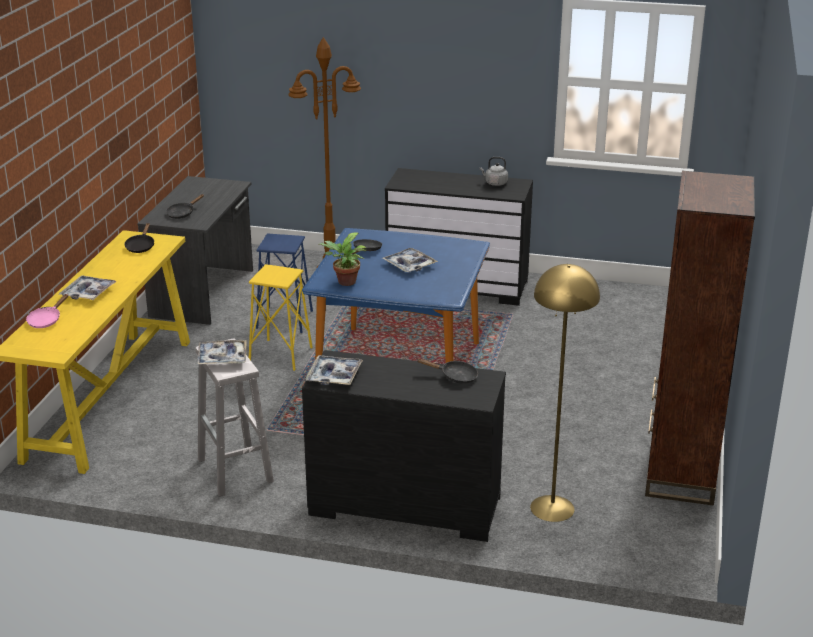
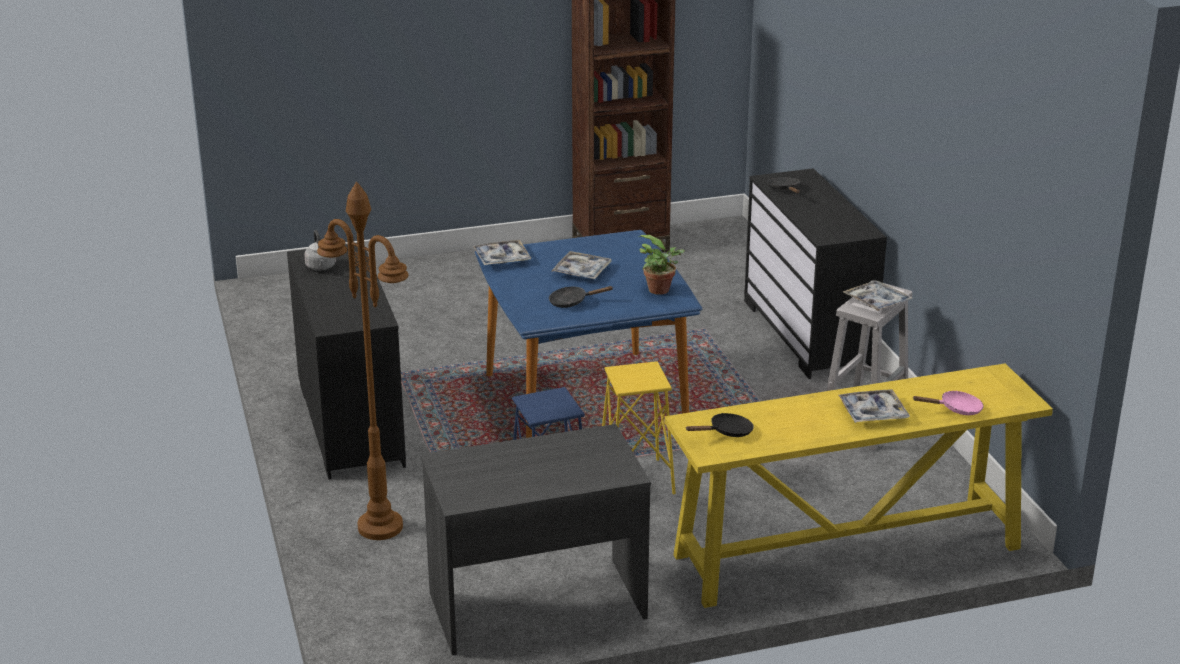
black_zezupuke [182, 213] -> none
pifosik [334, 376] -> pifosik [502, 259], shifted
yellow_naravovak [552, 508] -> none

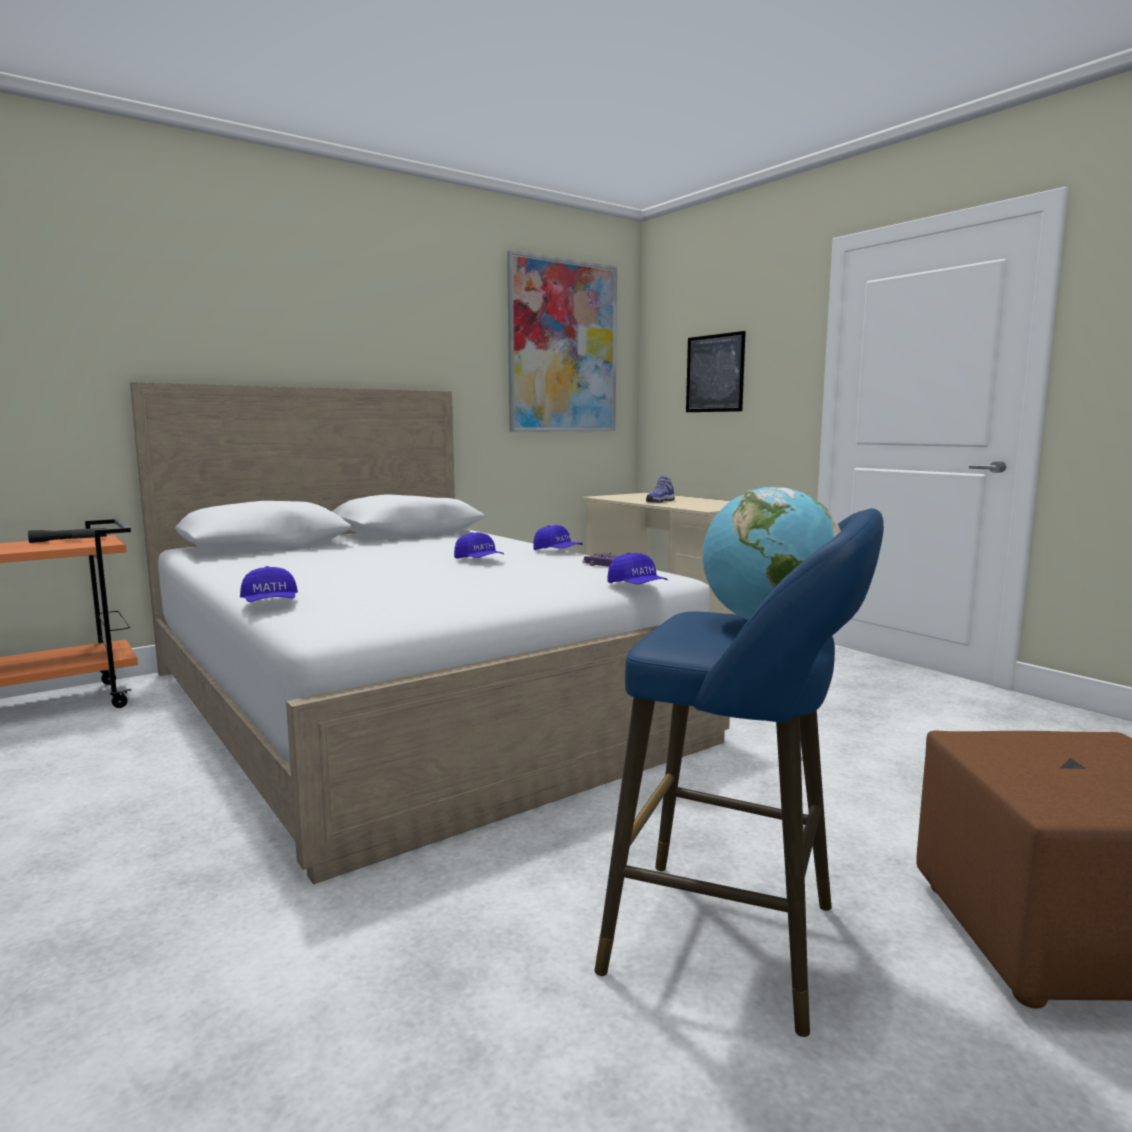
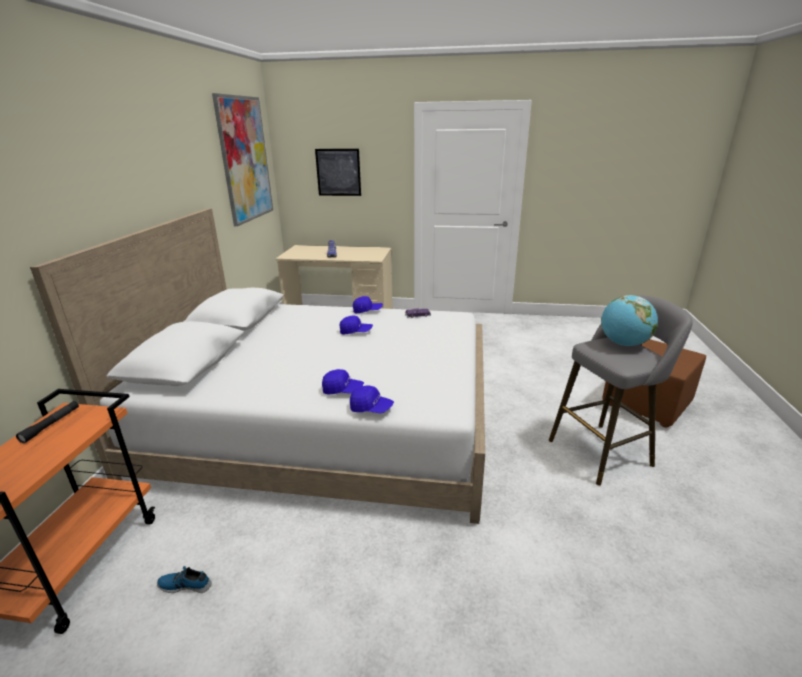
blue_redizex [737, 942] -> grey_redizex [604, 451]
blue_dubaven [637, 587] -> blue_dubaven [343, 390], shifted
none -> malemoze [185, 584]

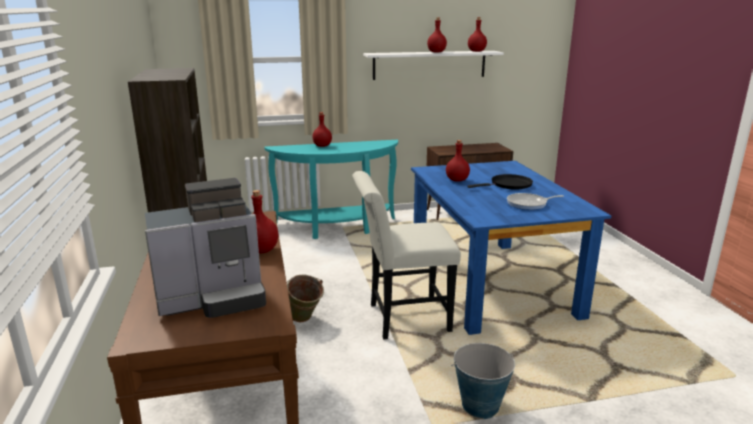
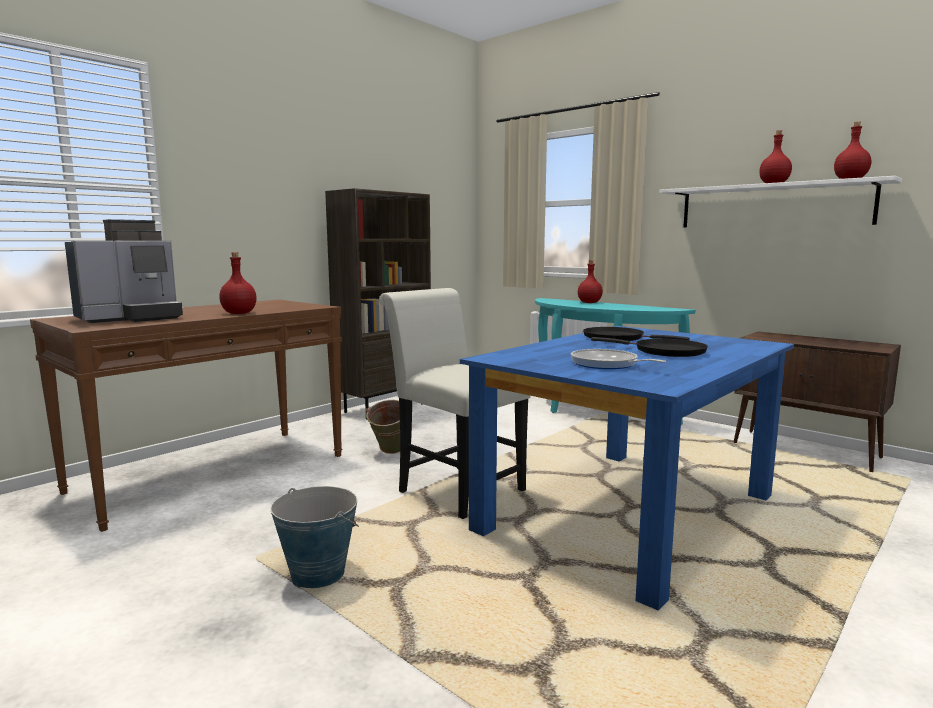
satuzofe [214, 298] -> satuzofe [132, 318], 75 degrees counterclockwise
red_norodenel [456, 180] -> black_zezupuke [617, 338]

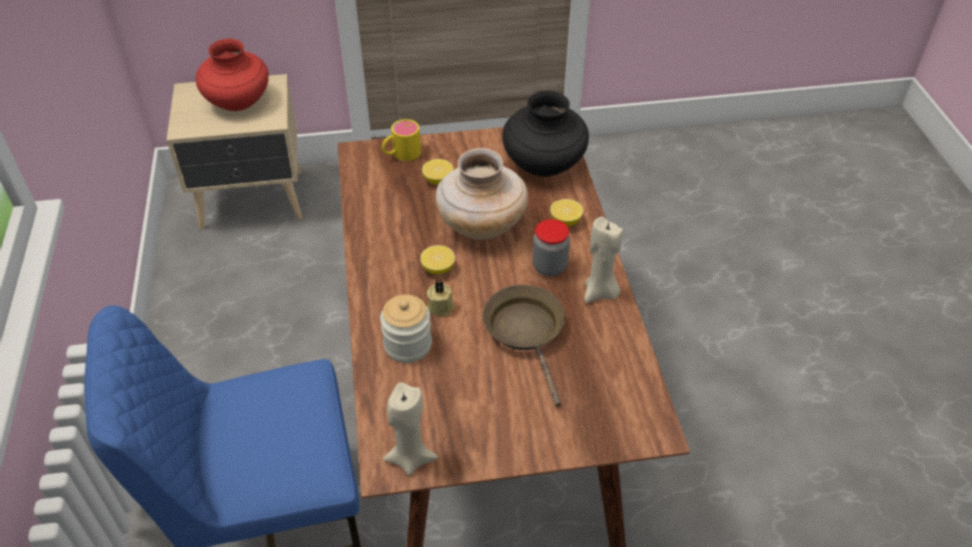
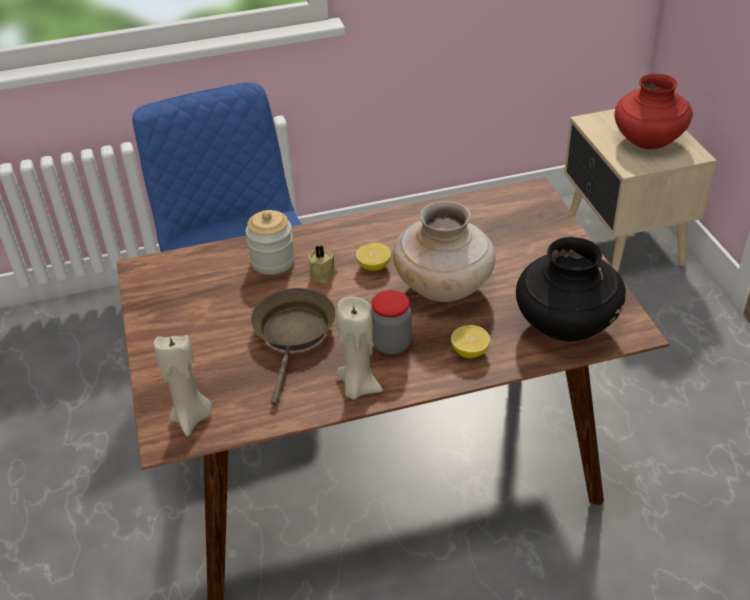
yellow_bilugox [401, 154] -> none
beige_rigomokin [410, 458] -> beige_rigomokin [191, 418], shifted
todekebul [438, 180] -> none
brown_zezupuke [526, 332] -> brown_zezupuke [294, 335], 60 degrees counterclockwise

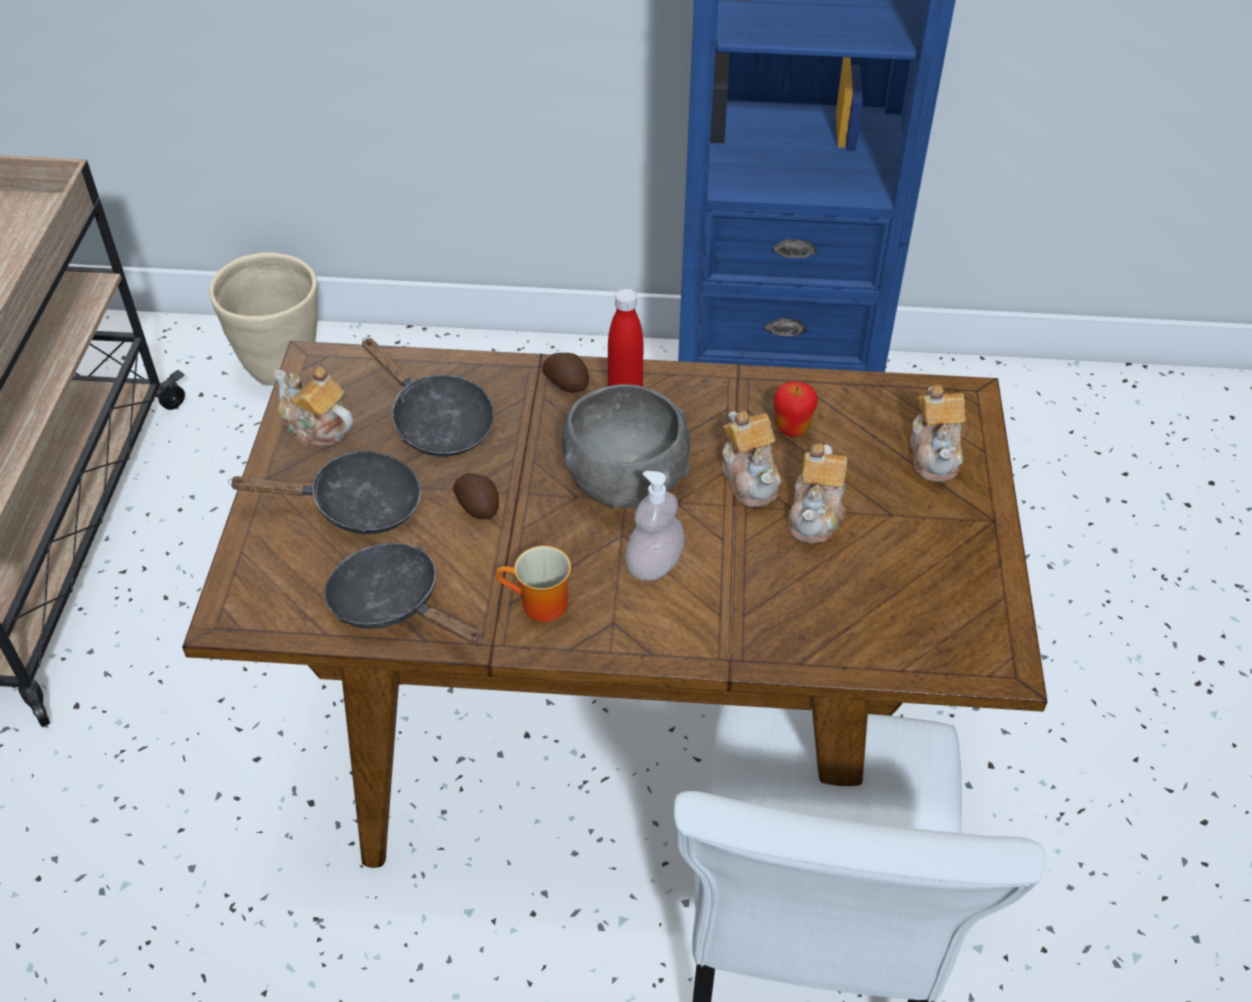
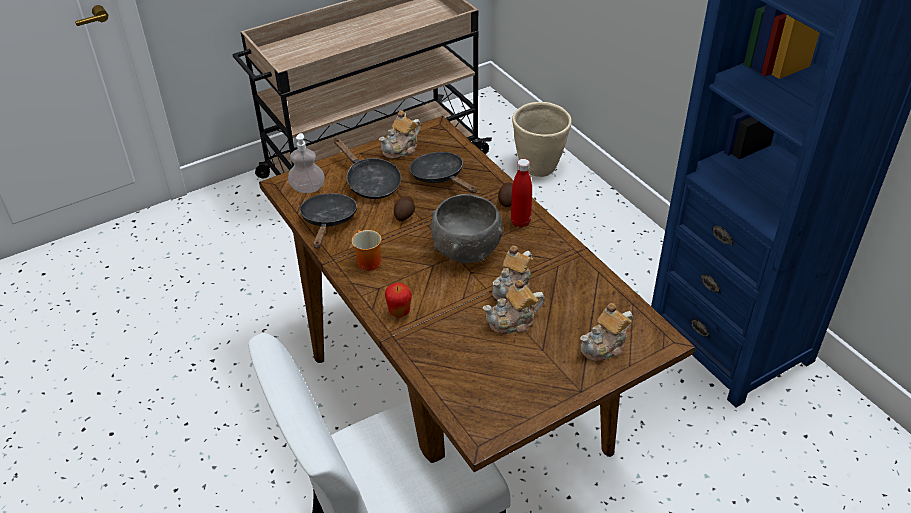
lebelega [316, 427] -> lebelega [401, 149], 135 degrees counterclockwise
black_zezupuke [436, 421] -> black_zezupuke [440, 177], 135 degrees clockwise
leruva [654, 565] -> leruva [307, 188], shifted
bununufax [792, 428] -> bununufax [399, 312], shifted

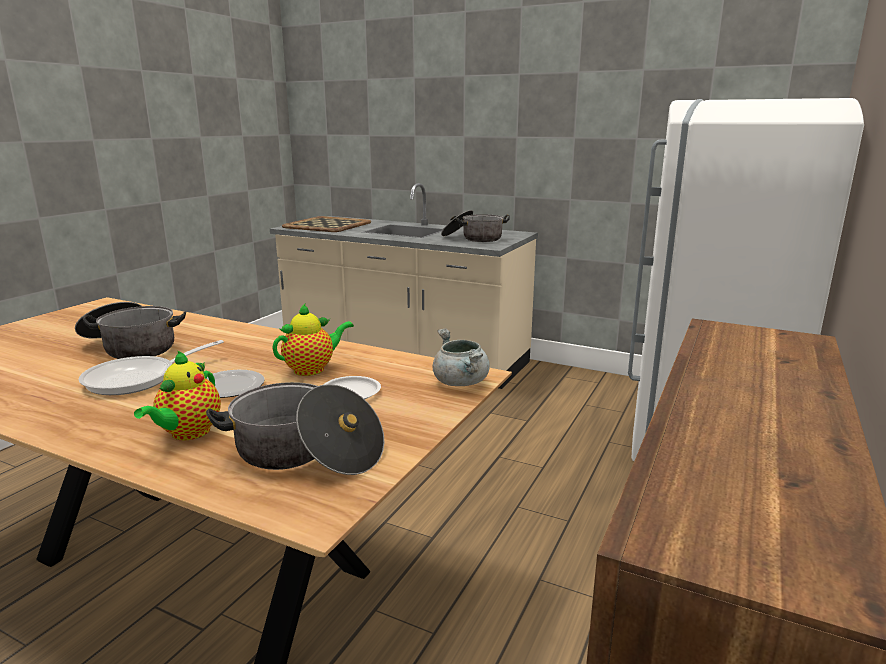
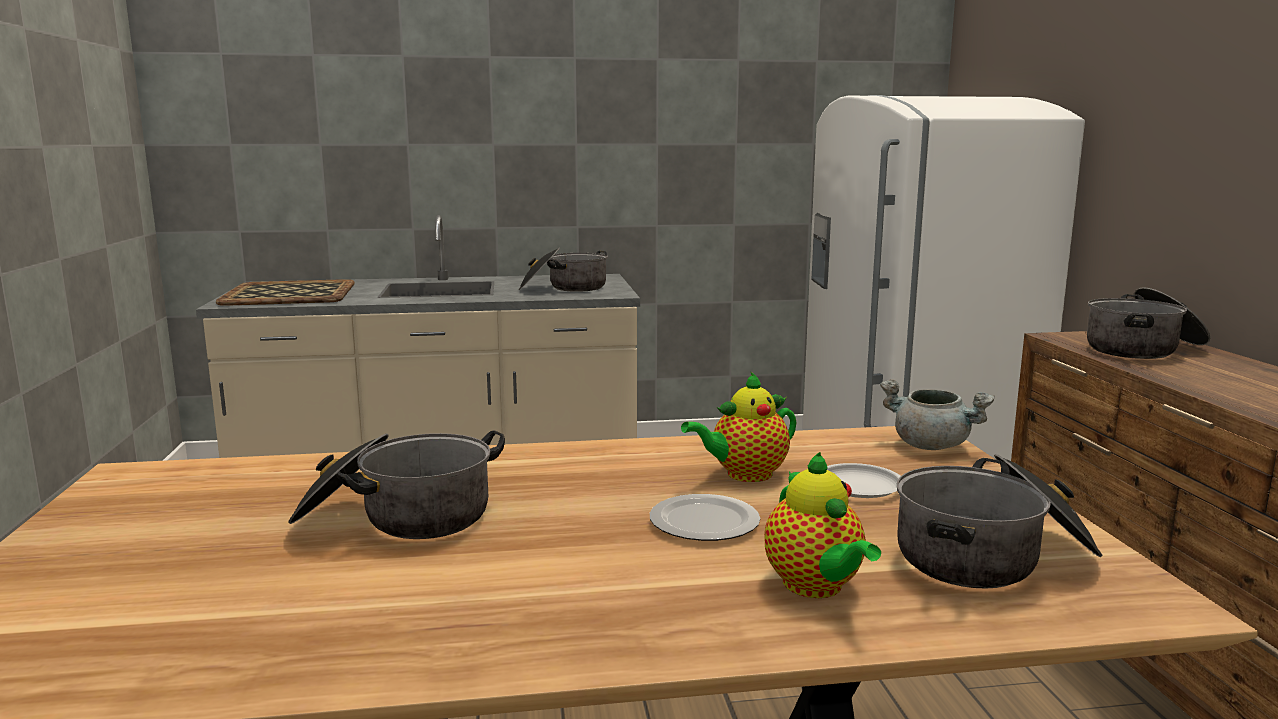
zezupuke [138, 379] -> none
lebelega [312, 369] -> lebelega [744, 475], 135 degrees counterclockwise
none -> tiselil [1144, 349]

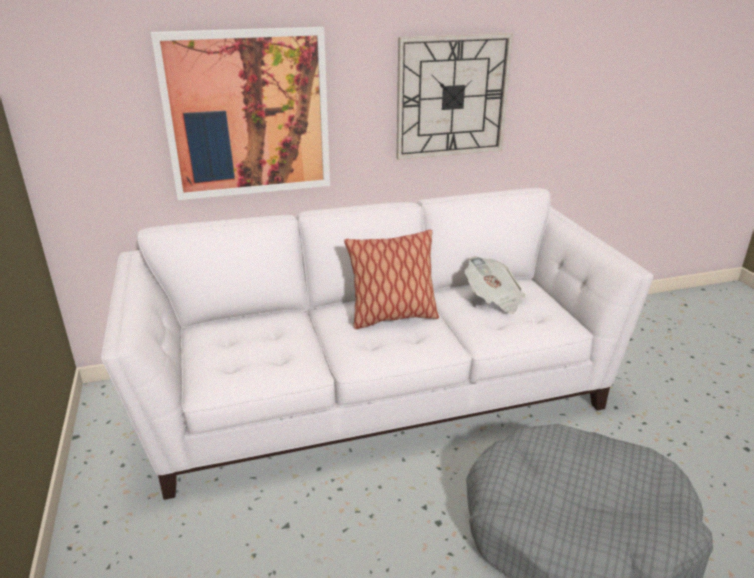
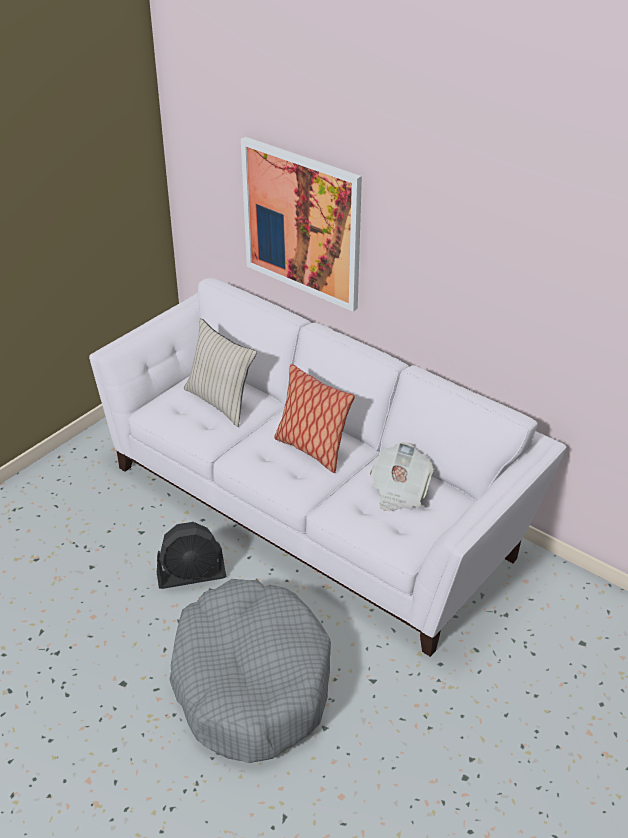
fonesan [452, 97] -> none
none -> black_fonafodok [191, 575]
none -> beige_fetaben [221, 402]

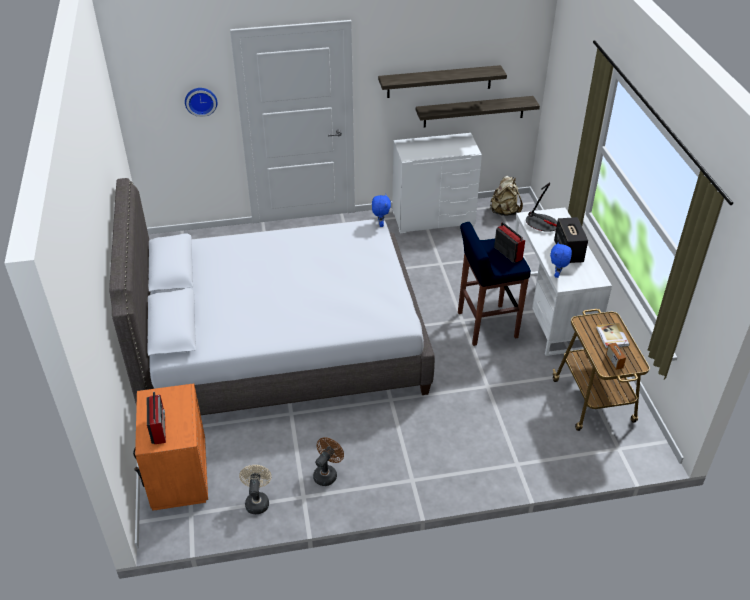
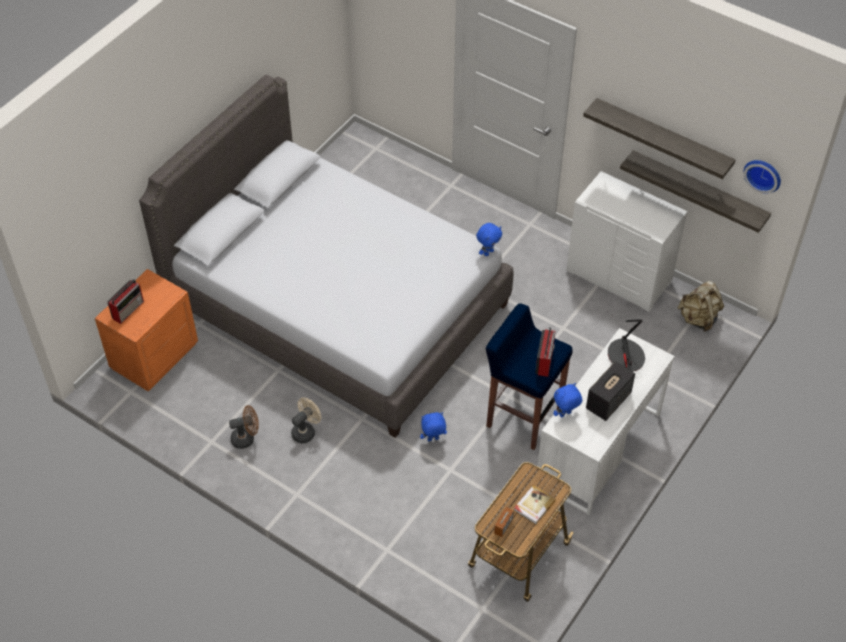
fonesan [201, 101] -> fonesan [763, 174], shifted
beige_fonafodok [257, 501] -> beige_fonafodok [306, 431], shifted
none -> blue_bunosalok [433, 439]

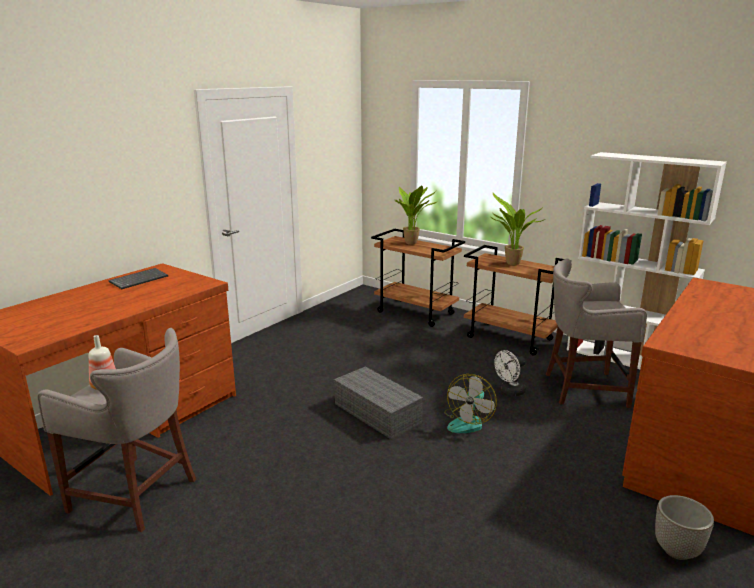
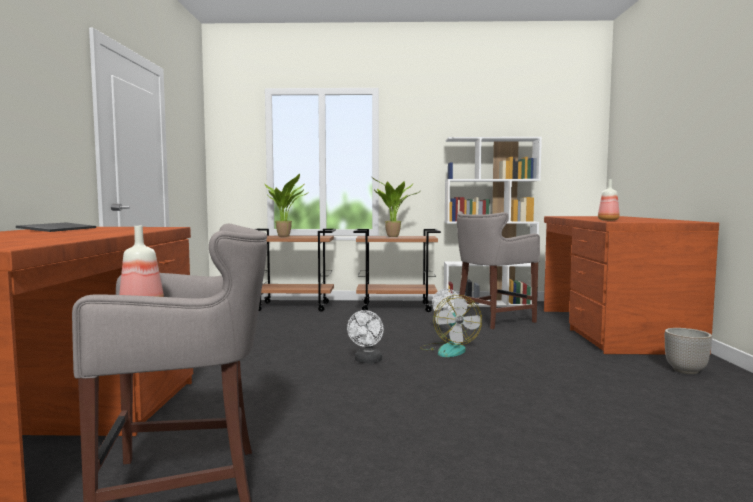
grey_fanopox [378, 413] -> white_fonafodok [367, 361]
none -> norodenel [607, 220]

